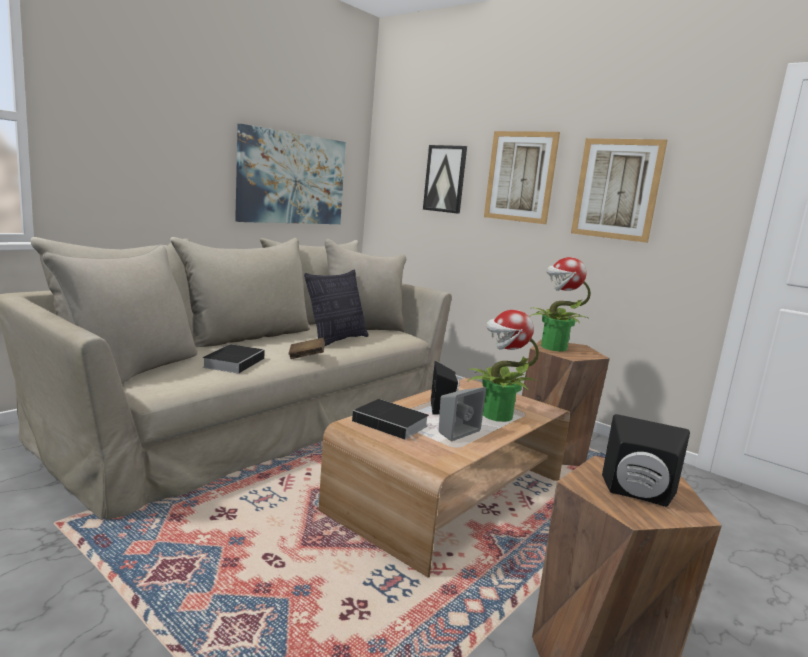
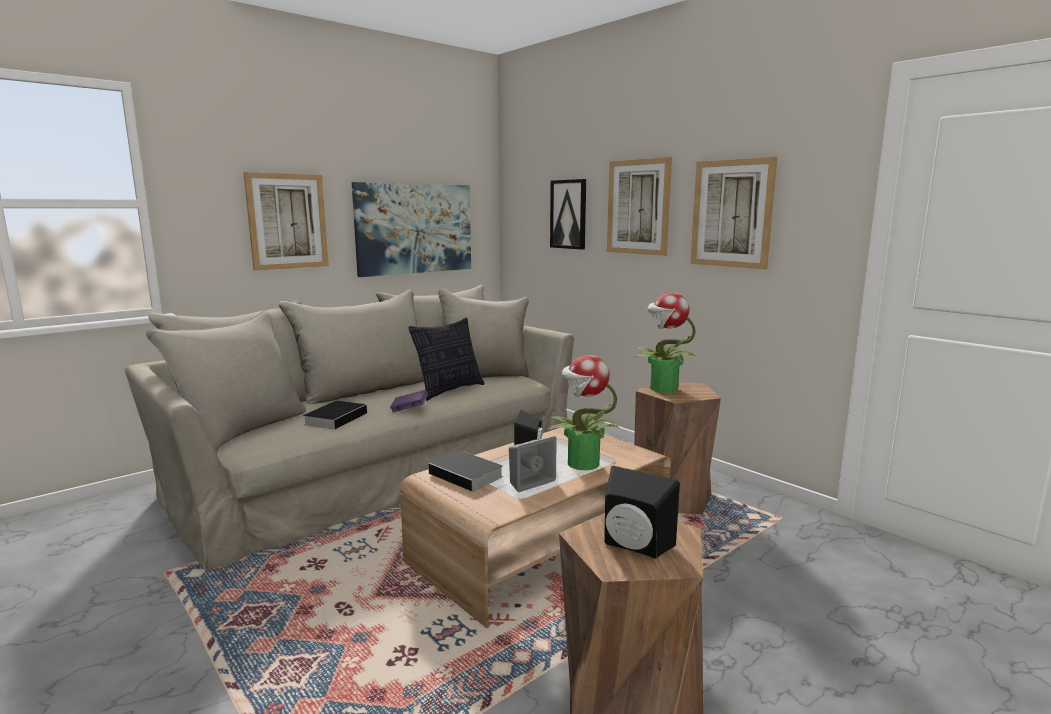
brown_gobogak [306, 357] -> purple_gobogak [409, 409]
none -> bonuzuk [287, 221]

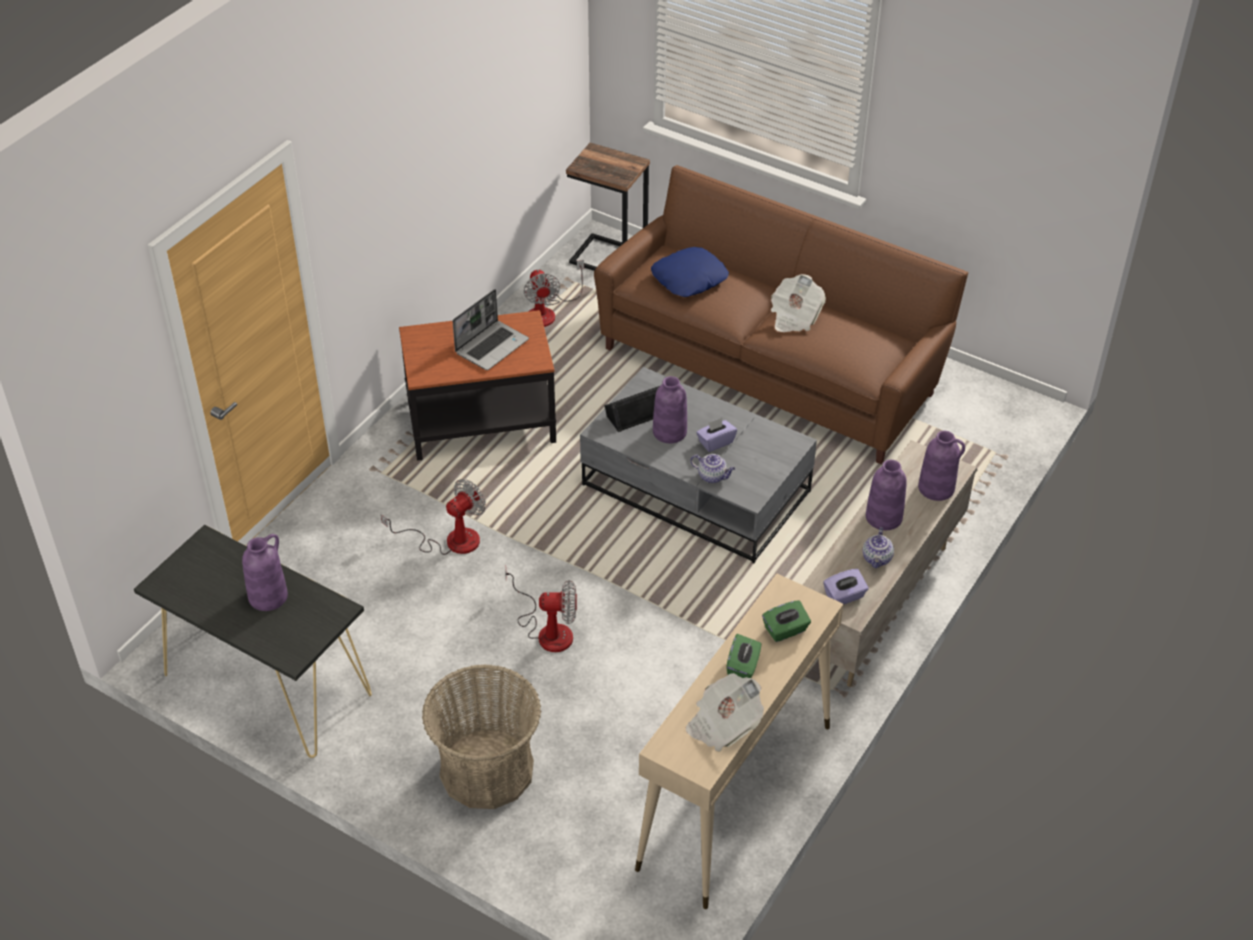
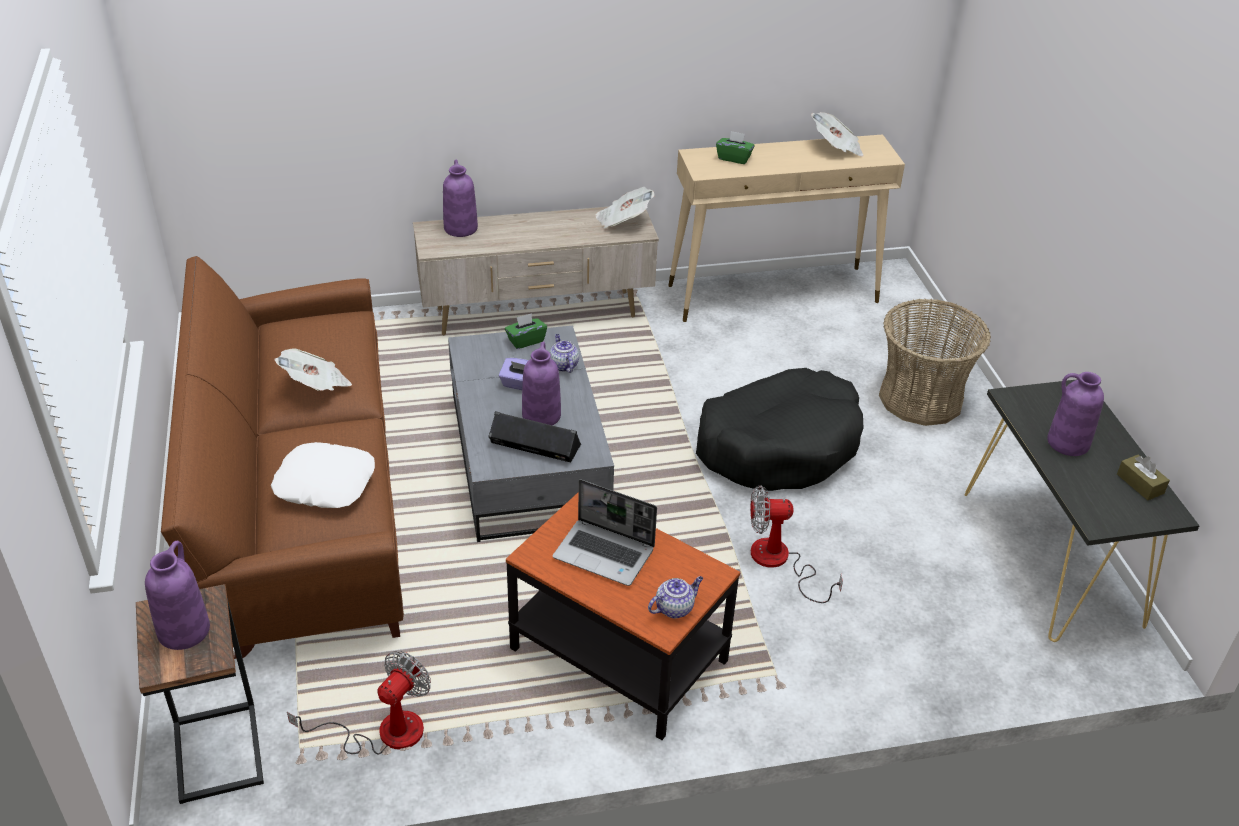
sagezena [492, 346] -> sagezena [605, 553], 150 degrees counterclockwise
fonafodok [547, 630] -> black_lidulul [778, 445]
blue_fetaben [689, 279] -> white_fetaben [325, 483]
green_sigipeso [743, 667] -> green_sigipeso [526, 340], shifted
purple_sigipeso [844, 596] -> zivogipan [623, 220]
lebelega [877, 559] -> lebelega [674, 607], shifted
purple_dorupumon [884, 517] -> purple_dorupumon [183, 629], shifted
none -> brown_sigipeso [1140, 484]

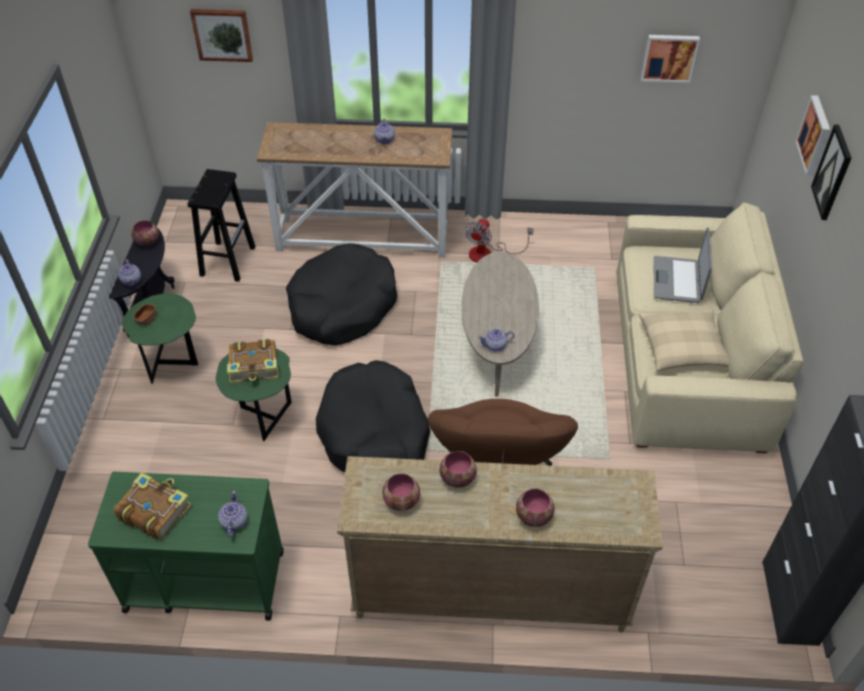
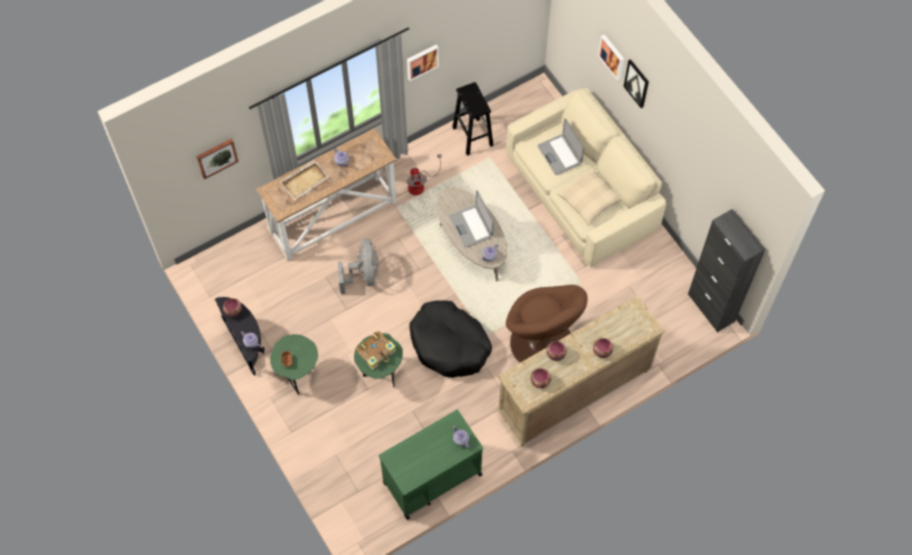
gobogak [154, 511] -> none
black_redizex [228, 260] -> black_redizex [472, 136], shifted
black_lidulul [342, 306] -> grey_fonafodok [363, 275]
bonuzuk [669, 57] -> bonuzuk [421, 61], shifted
none -> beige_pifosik [305, 180]
none -> sagezena [471, 226]

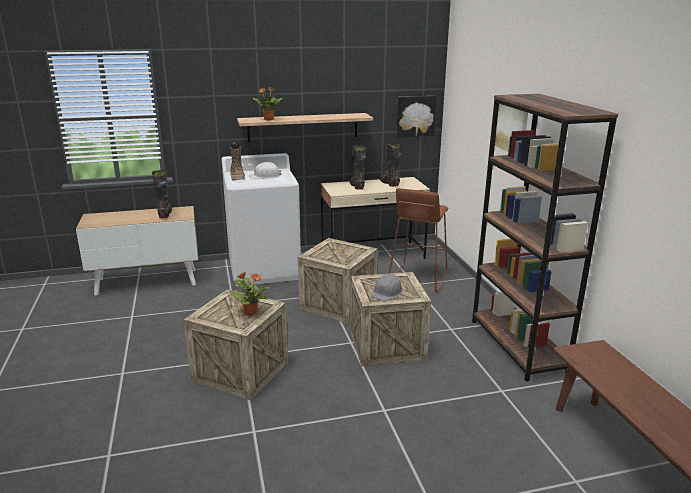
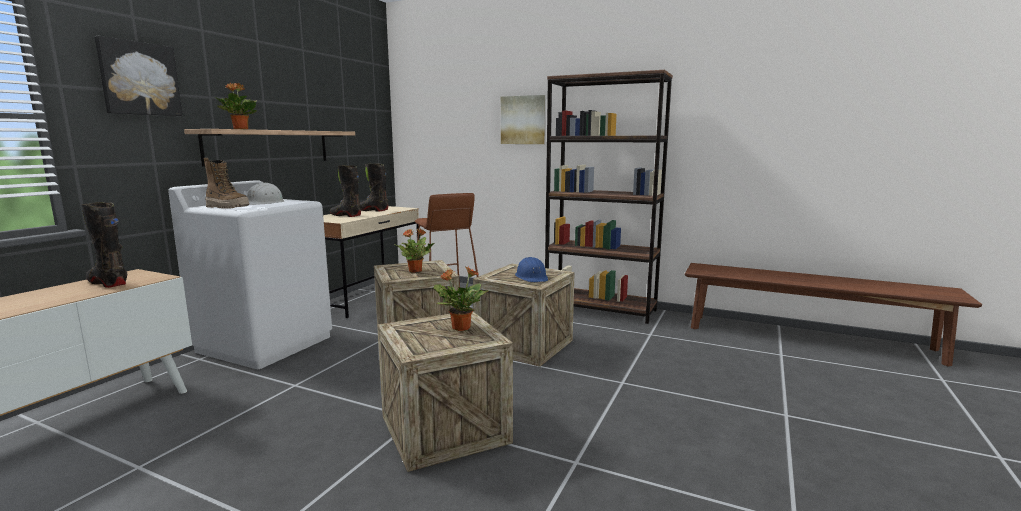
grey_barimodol [387, 292] -> blue_barimodol [532, 277]
bonuzuk [415, 116] -> bonuzuk [139, 79], shifted
none -> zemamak [416, 271]

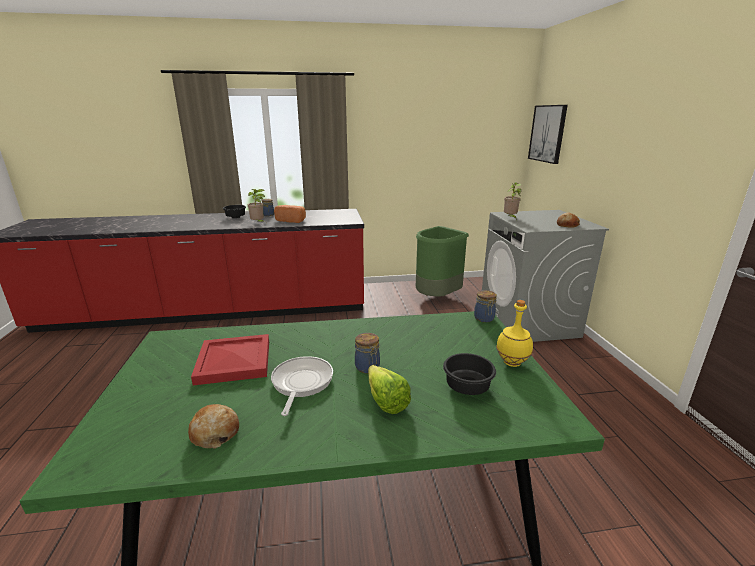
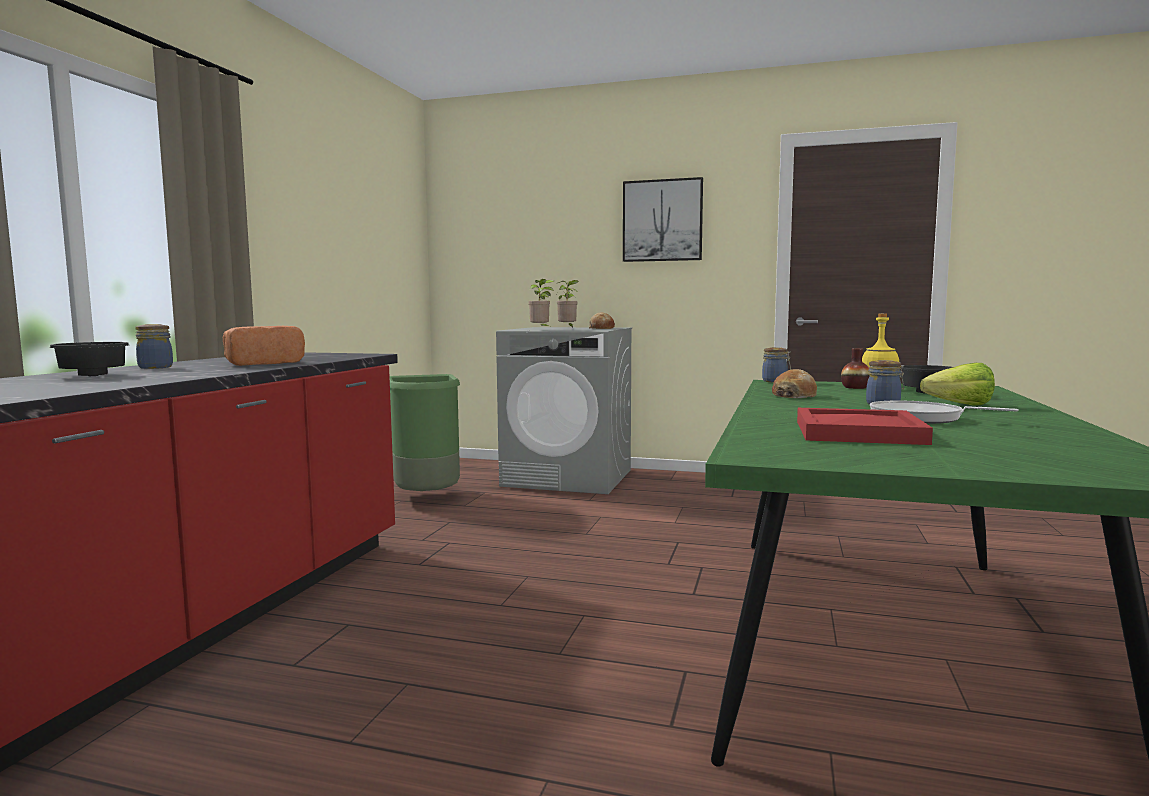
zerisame [215, 432] -> zerisame [794, 395], shifted
zemamak [258, 223] -> zemamak [568, 328], shifted
bonuzuk [547, 133] -> bonuzuk [662, 220], shifted
none -> dorupumon [855, 387]

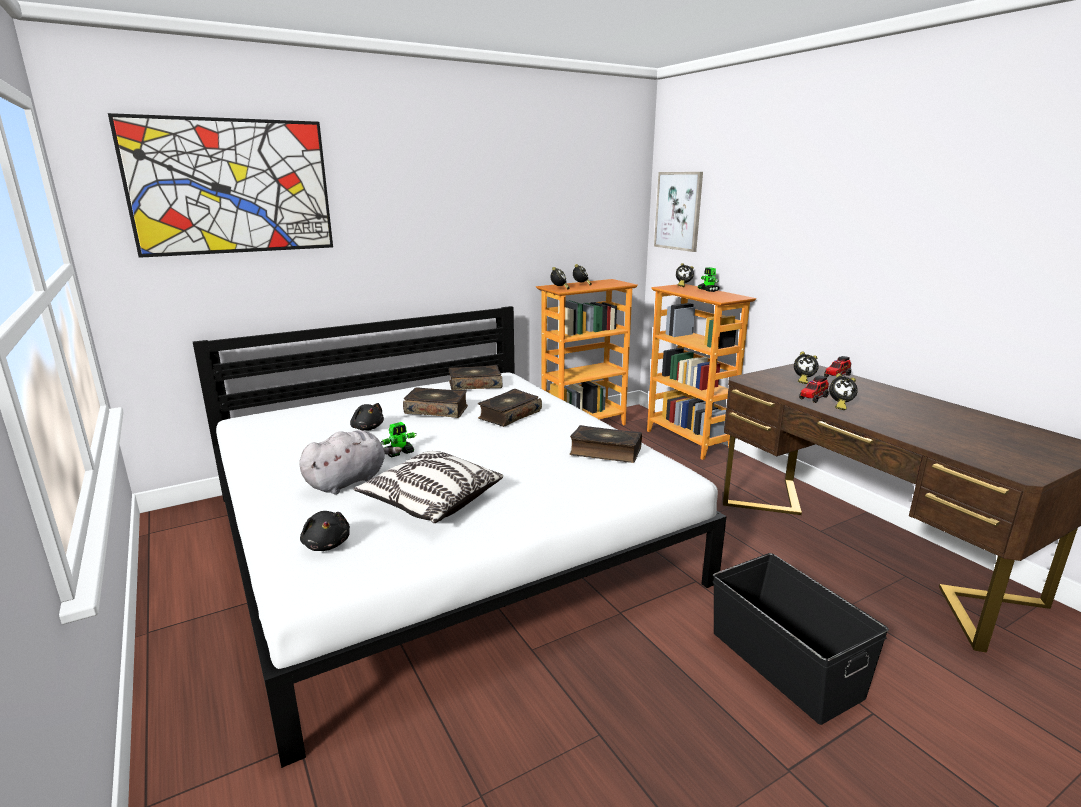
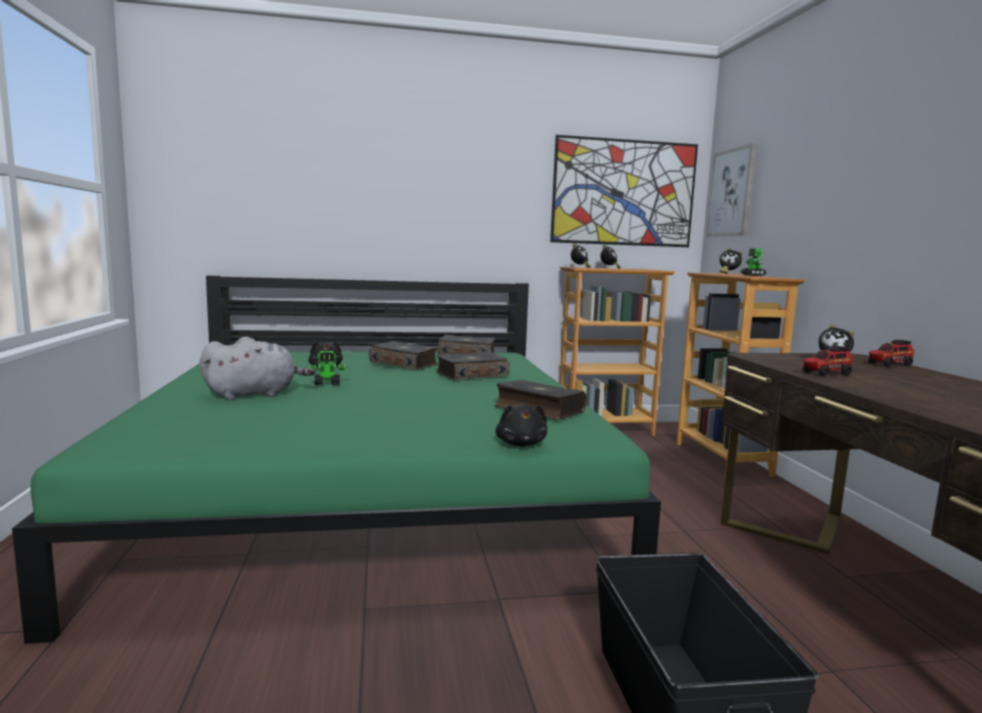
bonuzuk [231, 187] -> bonuzuk [624, 193], shifted
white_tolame [443, 536] -> green_tolame [372, 491]
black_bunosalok [327, 544] -> black_bunosalok [521, 444], shifted
fetaben [431, 502] -> none
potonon [839, 405] -> none

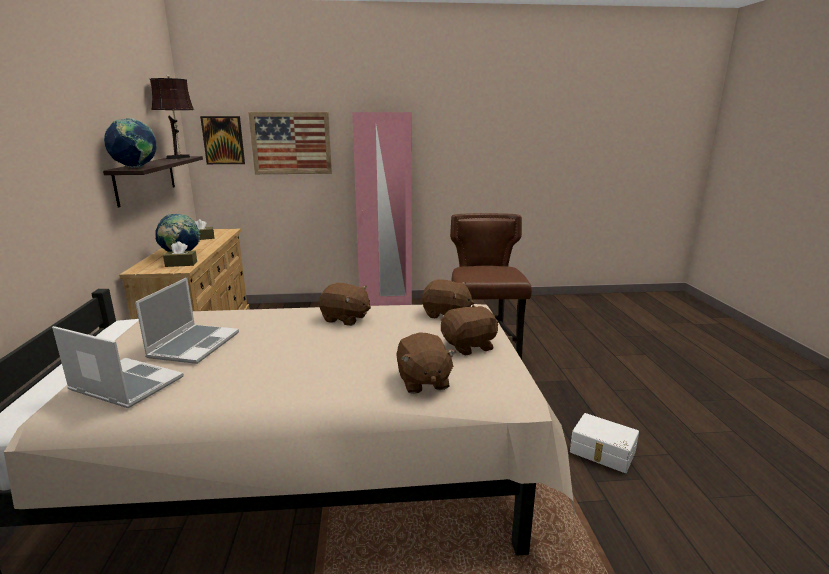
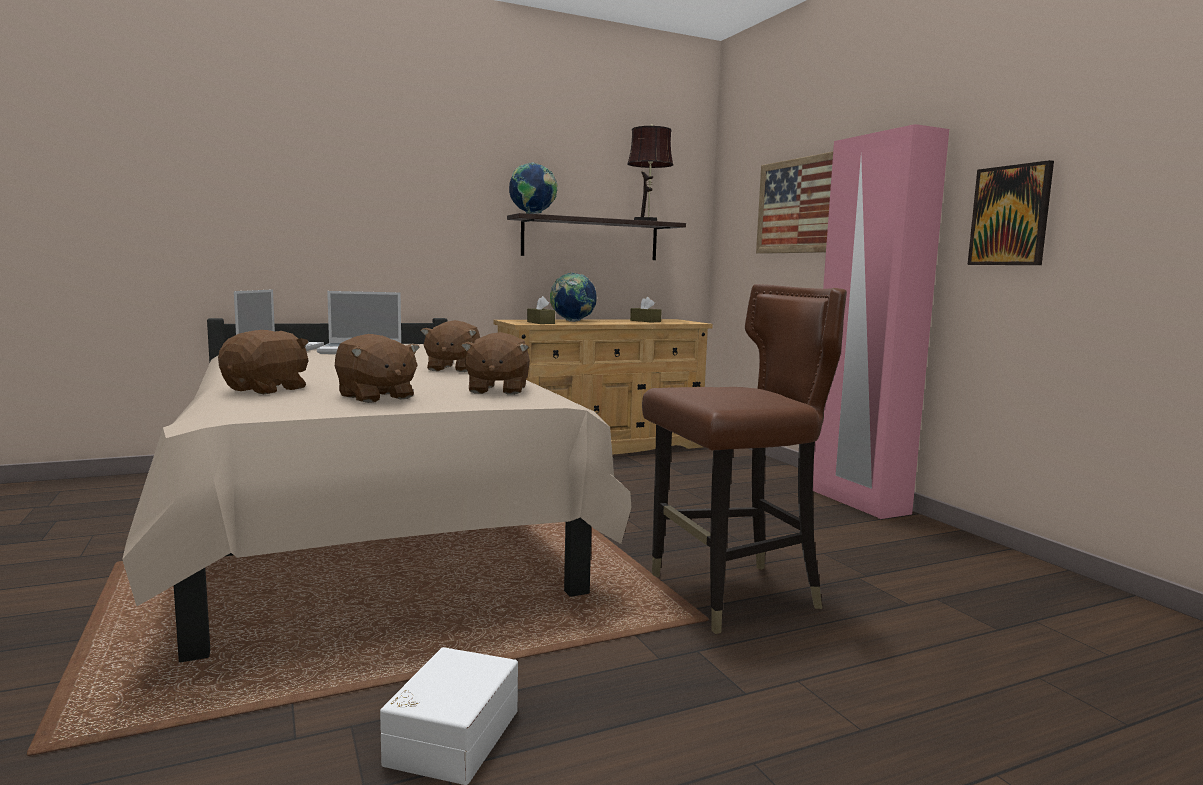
bonuzuk [223, 140] -> bonuzuk [1010, 215], shifted
brown_bunosalok [423, 381] -> brown_bunosalok [268, 389], 150 degrees clockwise

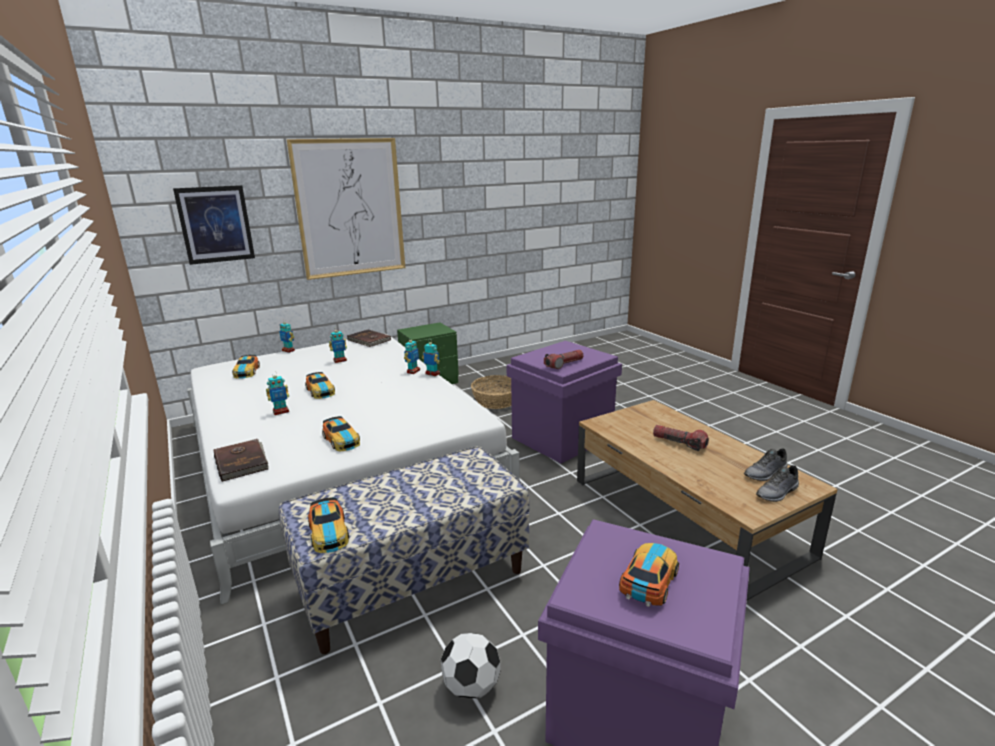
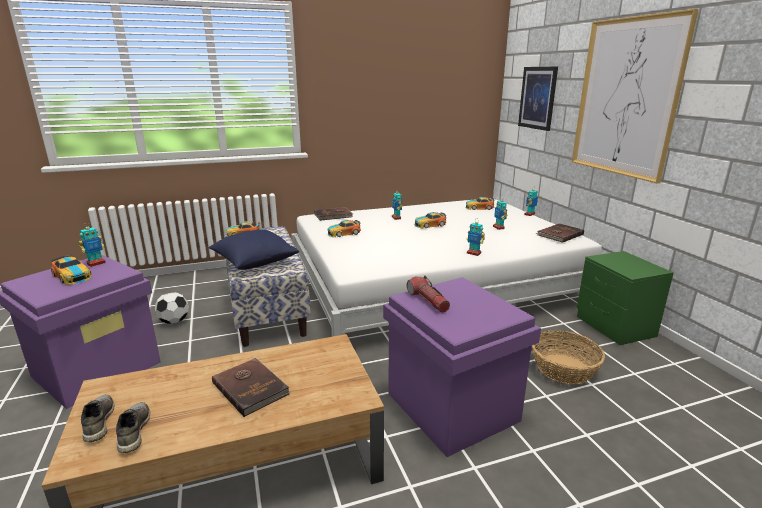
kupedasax [432, 374] -> kupedasax [96, 263], shifted
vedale [679, 443] -> brown_gobogak [251, 388]
none -> blue_fetaben [255, 262]

